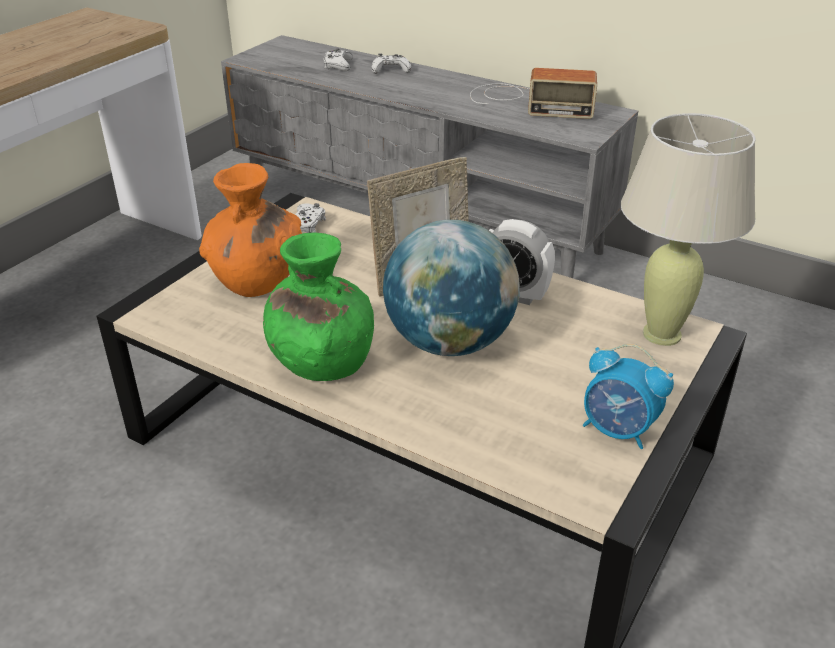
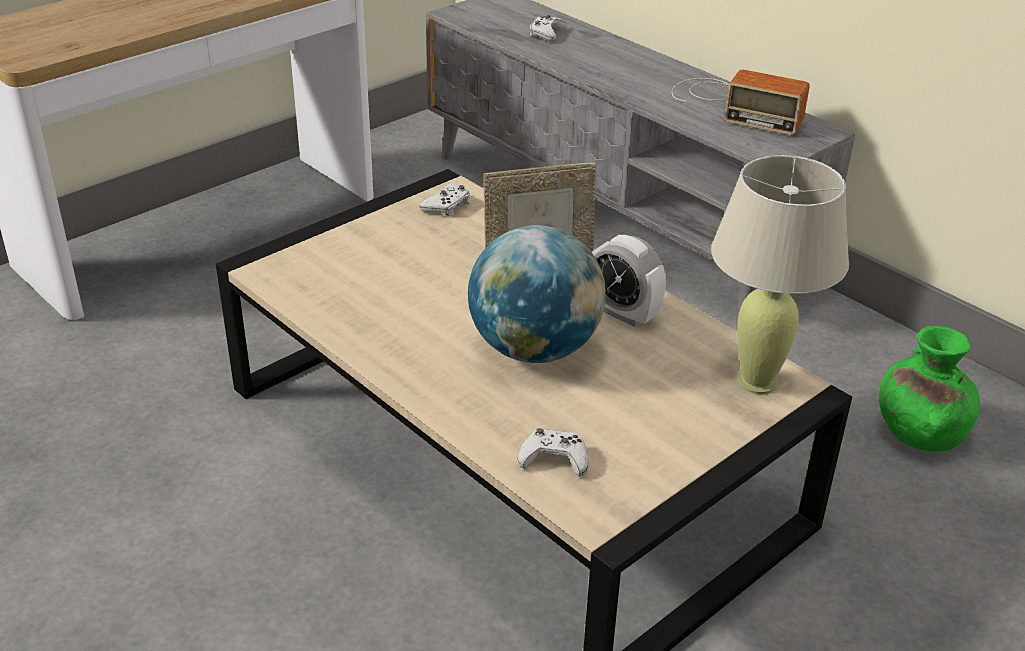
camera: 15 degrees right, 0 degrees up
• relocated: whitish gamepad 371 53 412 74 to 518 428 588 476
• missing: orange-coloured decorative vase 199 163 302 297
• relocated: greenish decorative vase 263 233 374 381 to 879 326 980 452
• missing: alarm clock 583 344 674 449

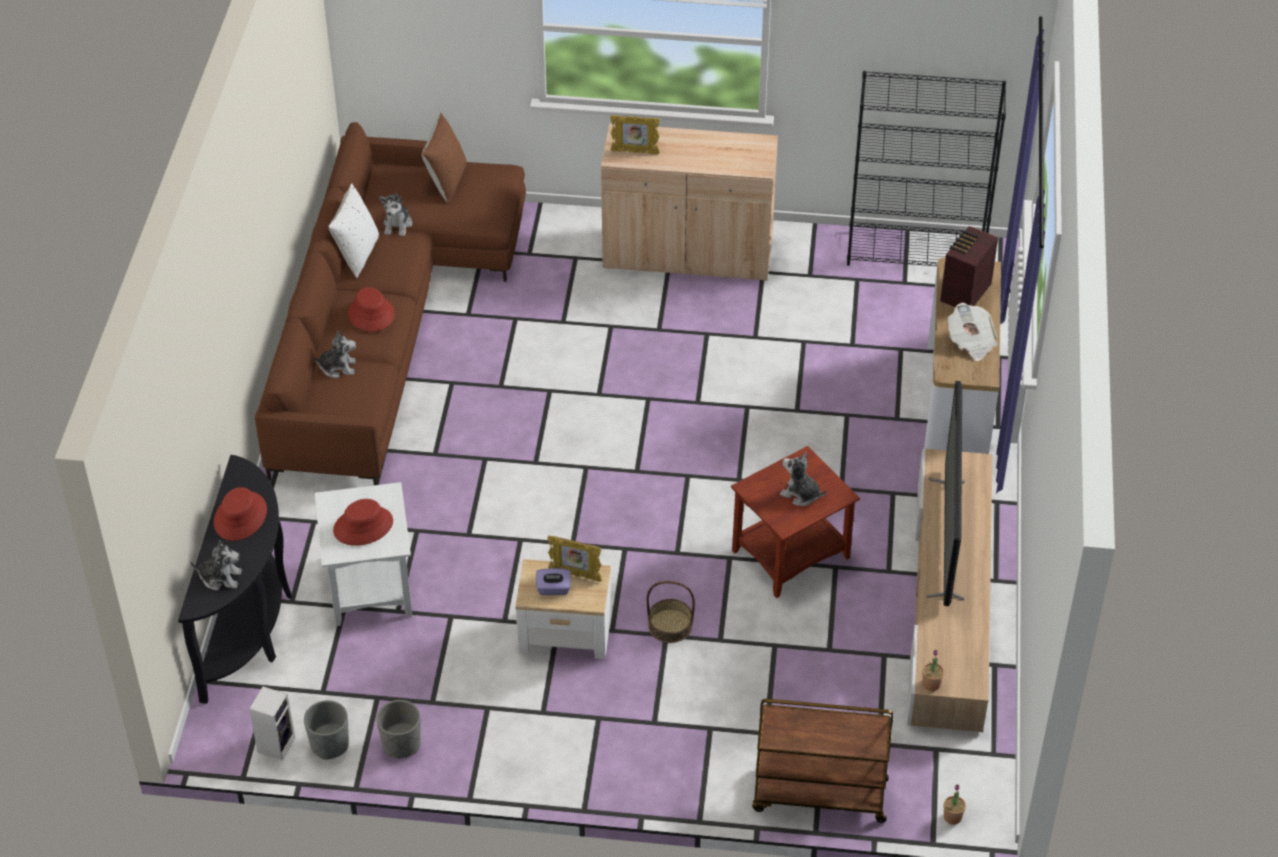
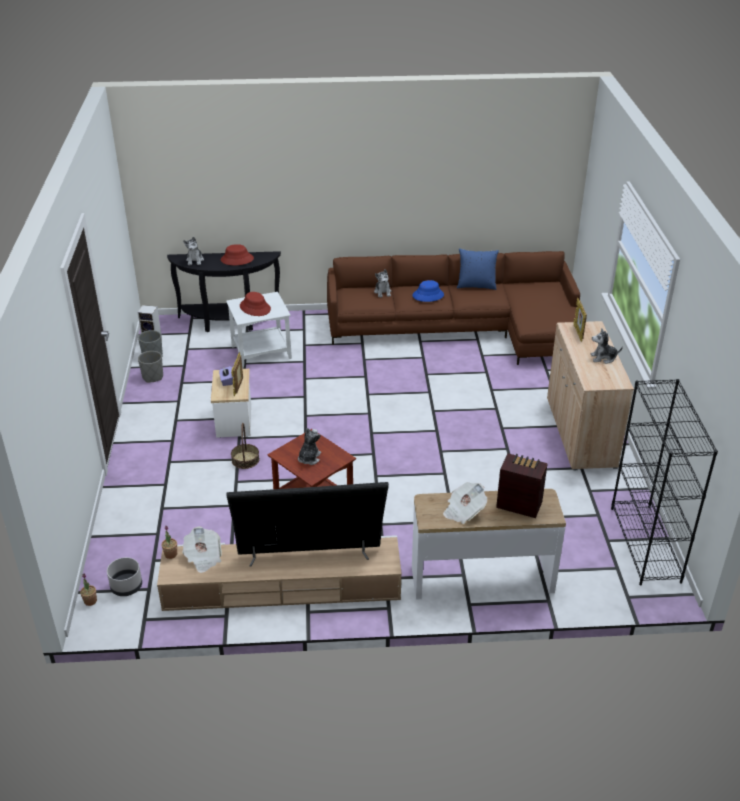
camera: 80 degrees right, 10 degrees down
• missing: brown throw pillow 422 112 466 204
• colour: whitish throw pillow 328 183 379 278 to bluish throw pillow 457 248 499 290
• relocated: soft toy 379 193 412 236 to 591 329 623 364
• colour: red-coloured hat 348 287 395 332 to bluish hat 412 280 444 302
• missing: brown cart 752 699 893 823
• appeared: printed paper 183 526 222 573
• appeared: greyish plant pot 107 557 142 596

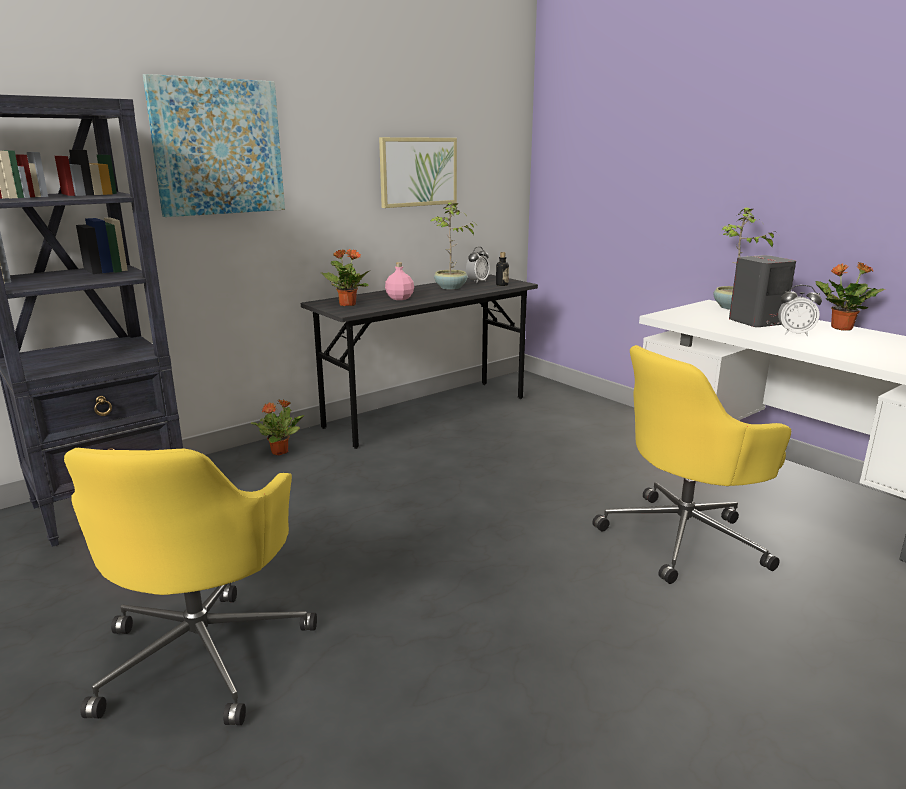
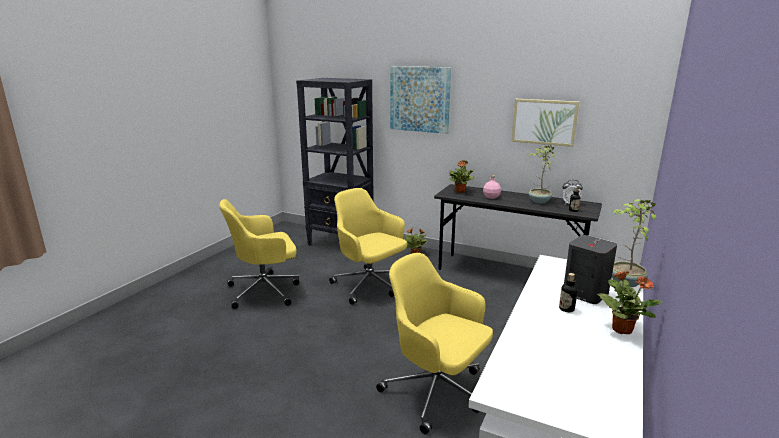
camera: 65 degrees right, 0 degrees up
• exchanged: alarm clock 778 285 822 336 to drink bottle 559 273 578 312
• appeared: yellowish computer chair 329 188 407 305

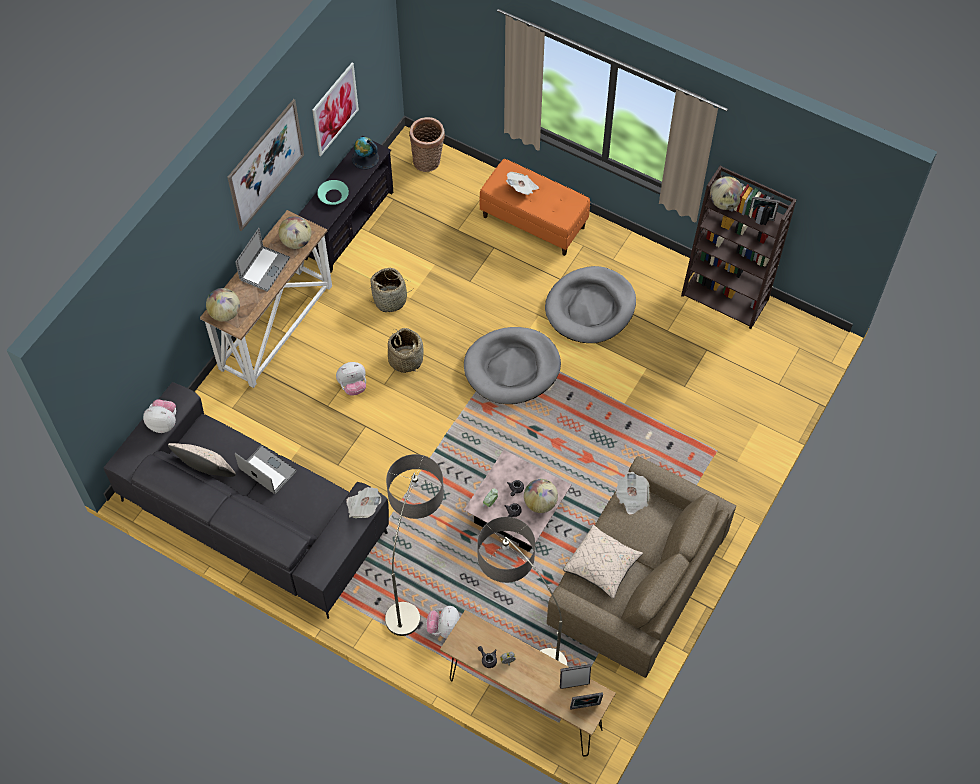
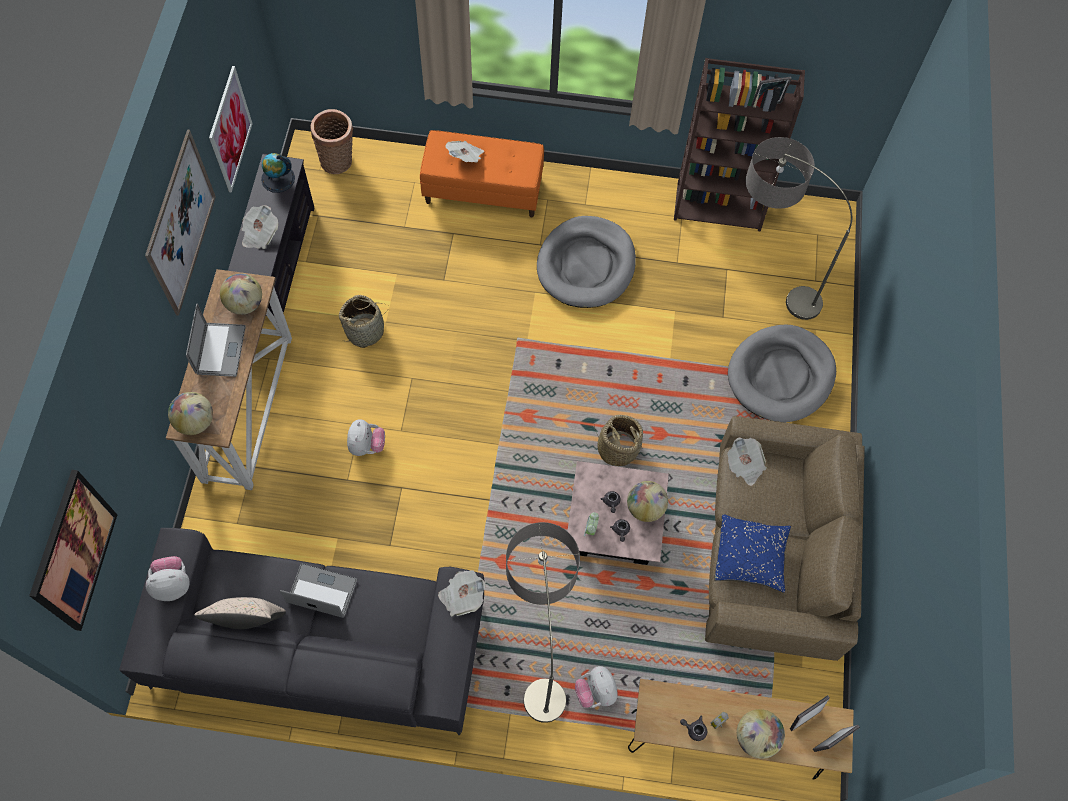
camera: 25 degrees left, 5 degrees up
• relocated: globe 710 176 743 210 to 737 709 785 759
• exchanged: blue-green bowl 317 180 349 205 to printed paper 241 205 278 249
• relocated: greyish pet bed 464 327 561 404 to 728 324 836 422
• relocated: household basket 388 328 424 373 to 594 415 643 466
• spun: soft toy 336 362 366 395 = 347 419 385 456 45 degrees counterclockwise
• relocated: standard lamp 477 517 567 666 to 746 137 852 320
• colour: sand-coloured throw pillow 563 525 643 599 to bluish throw pillow 714 514 791 592
• appeared: wall picture 29 470 117 631

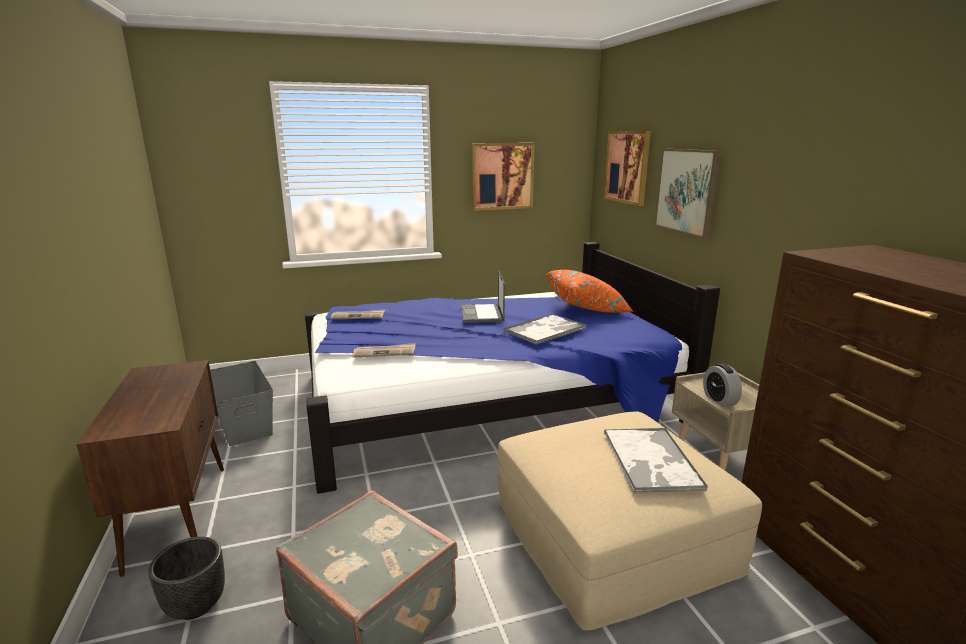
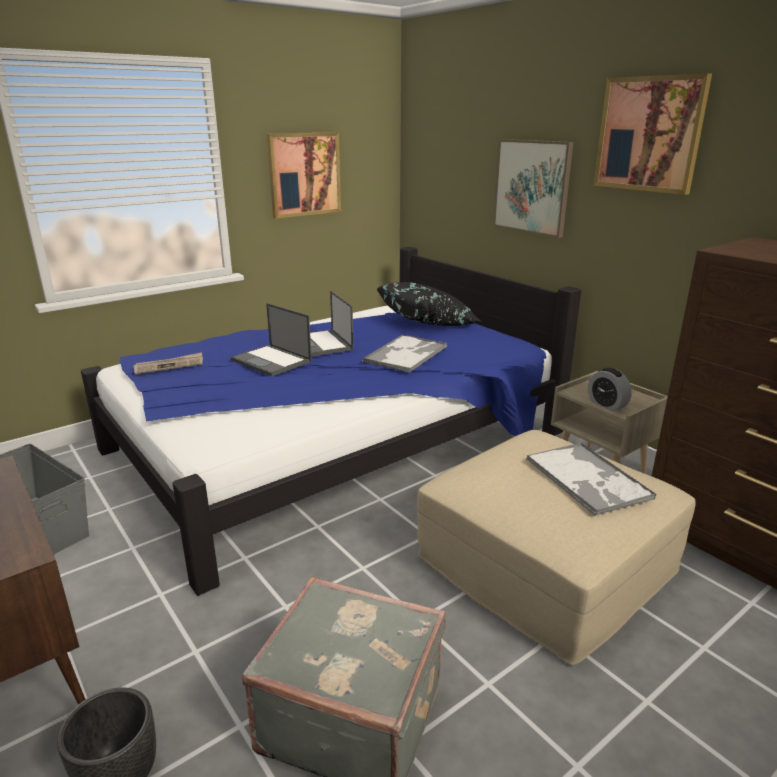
camera: 20 degrees left, 5 degrees up
• relocated: wall picture 604 131 651 206 to 593 73 712 195
• colour: orange-coloured throw pillow 546 270 634 313 to black throw pillow 376 282 481 326
• missing: printed paper 353 343 416 358
• appeared: notebook computer 231 303 312 377

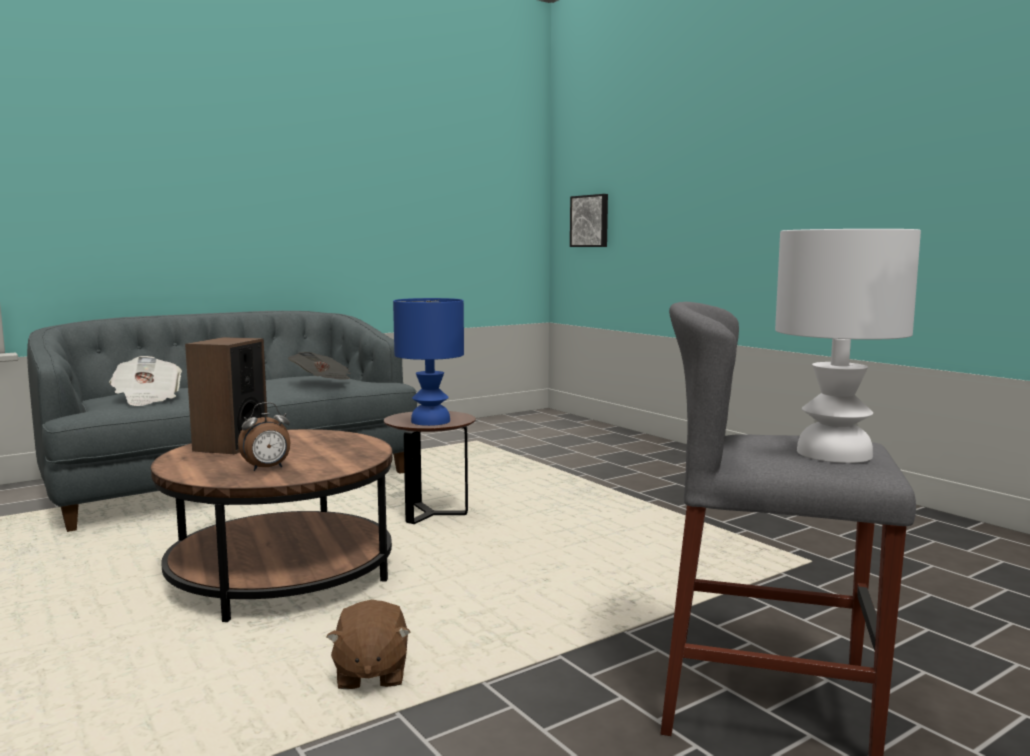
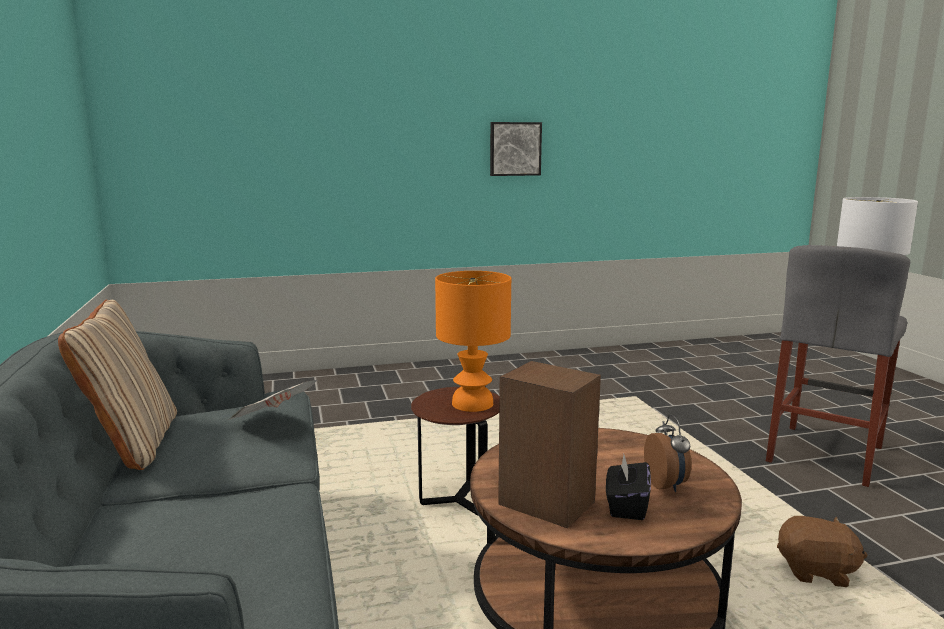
camera: 70 degrees left, 5 degrees up
• relocated: wall picture 570 194 608 247 to 490 122 542 176
• colour: bluish table lamp 393 298 464 426 to orange-coloured table lamp 435 271 511 412
• missing: printed paper 109 356 182 406
• appeared: sand-coloured throw pillow 58 300 177 470
• appeared: black tissue box 606 455 651 520

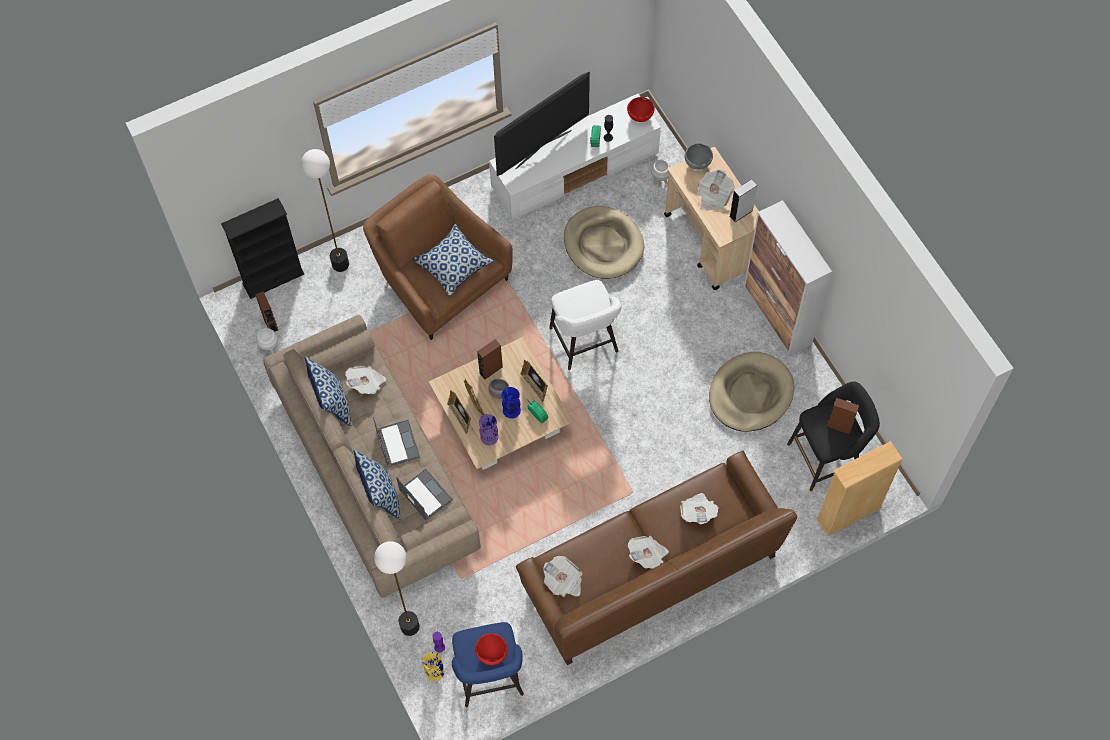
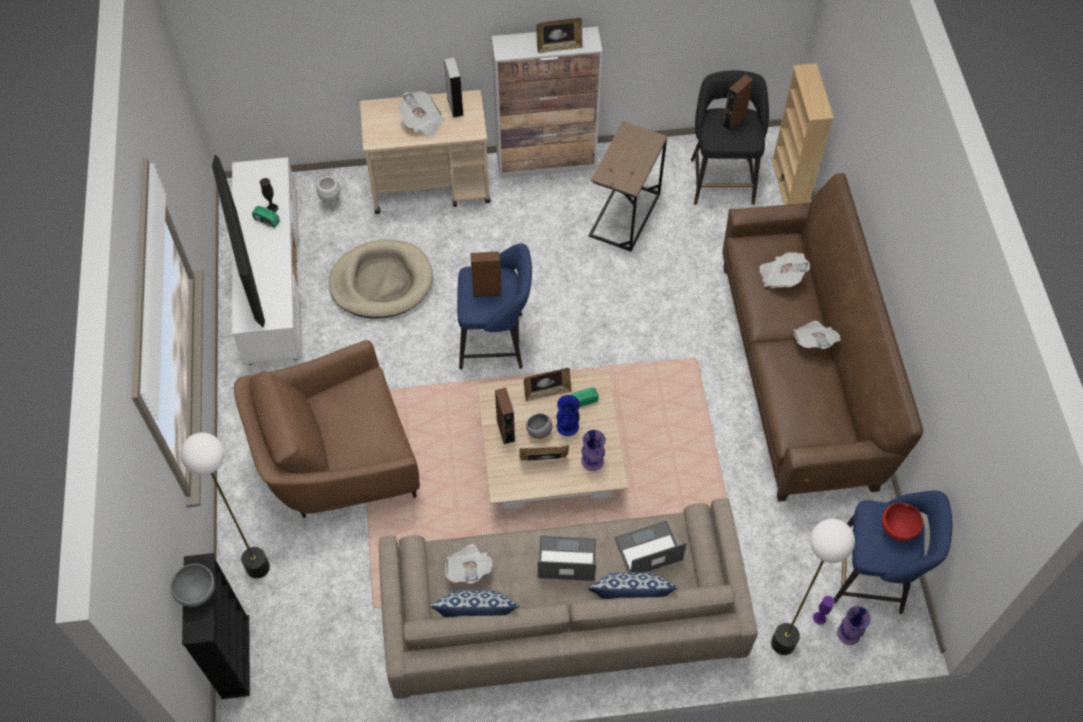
camera: 70 degrees left, 5 degrees down
• missing: red-coloured bowl 627 97 655 122
• relocated: greyish bowl 684 144 713 170 to 170 564 215 607
• missing: throw pillow 411 224 494 296
• colour: whitish stool seat 549 280 622 370 to bluish stool seat 457 244 532 370
• relocated: brown loudspeaker 255 291 279 332 to 470 251 502 297
• missing: whitish plant pot 256 328 278 354
• exchanged: sand-coloured pet bed 709 352 794 432 to brown accent table 589 121 668 251
• relocated: picture frame 447 390 471 434 to 536 18 583 53
• missing: printed paper 543 556 582 597
• colour: yellowish decorative vase 423 652 444 681 to purple-coloured decorative vase 837 606 871 645

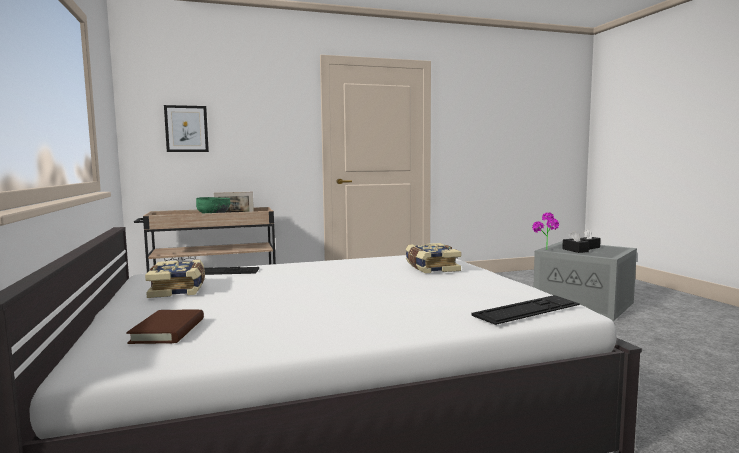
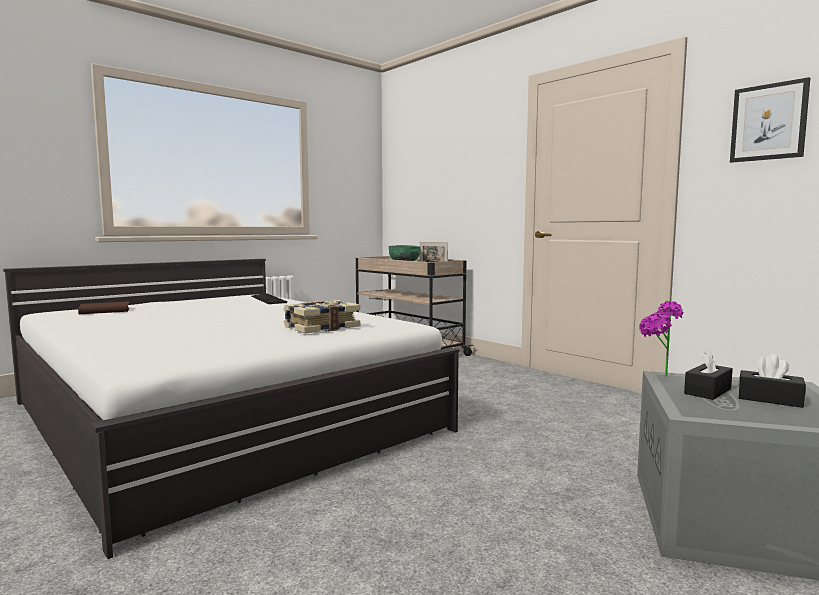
camera: 65 degrees right, 0 degrees up
• relocated: wall picture 164 105 209 152 to 730 77 810 163
• missing: bound book 145 259 205 298
• missing: PC keyboard 471 295 580 325

